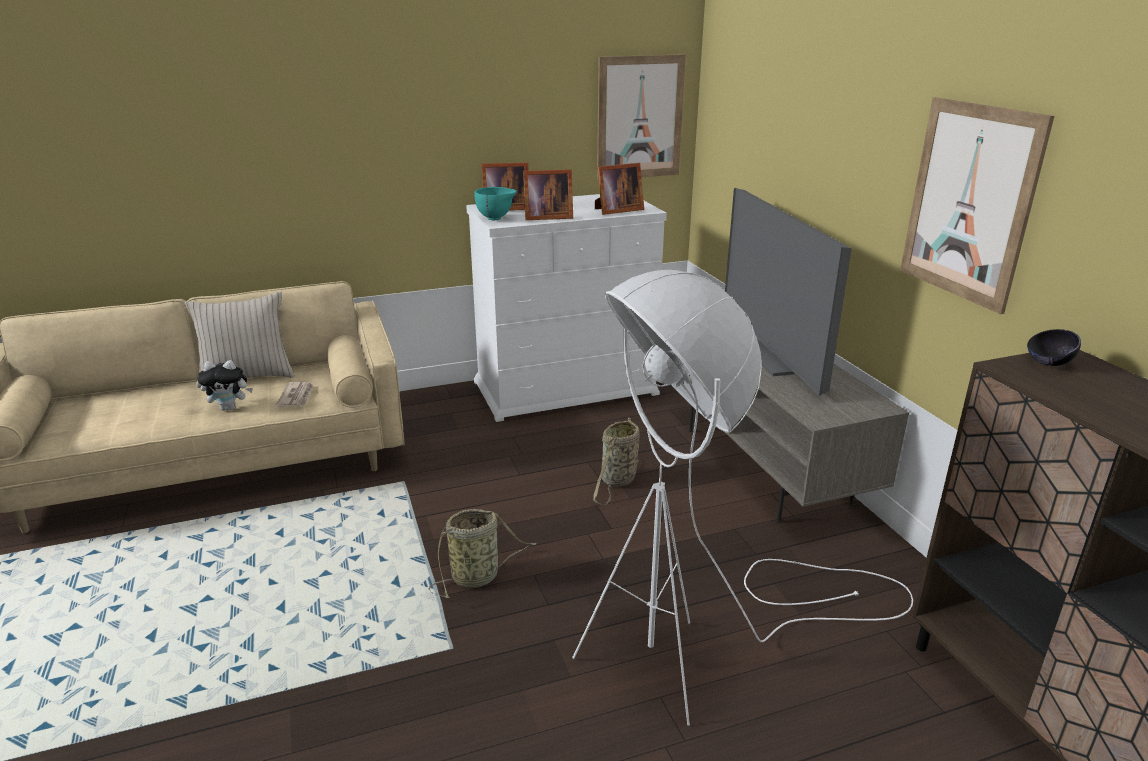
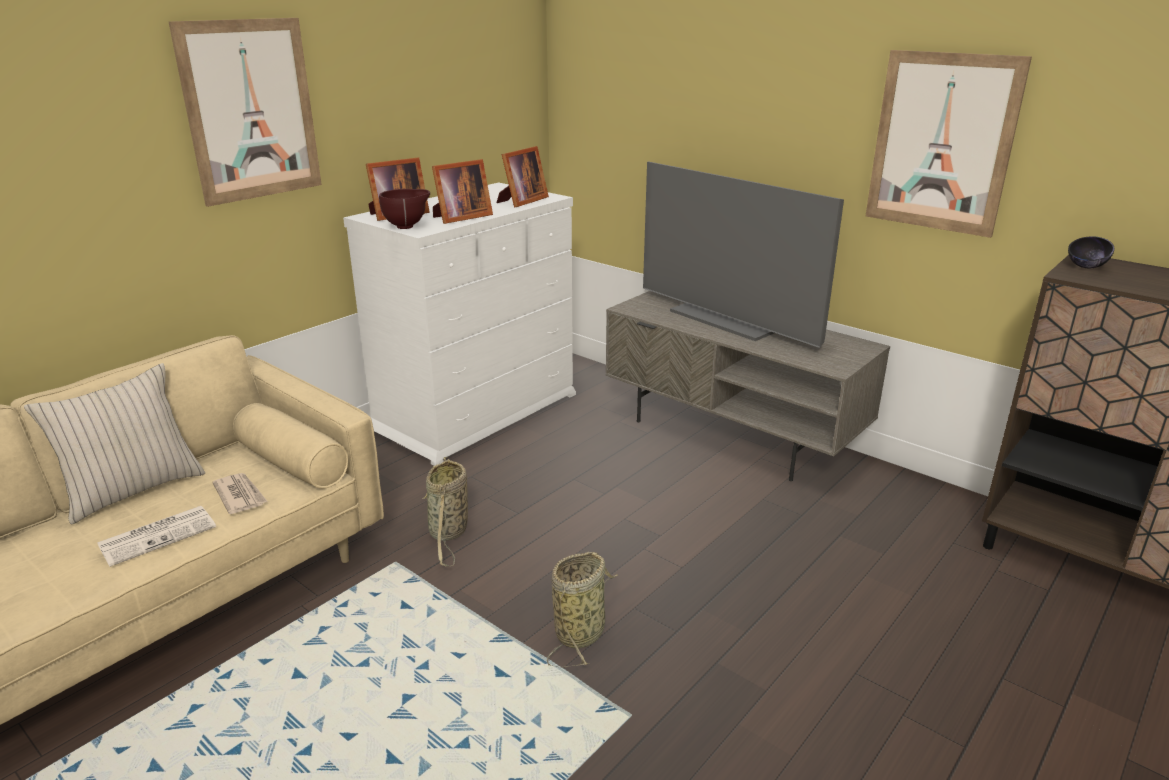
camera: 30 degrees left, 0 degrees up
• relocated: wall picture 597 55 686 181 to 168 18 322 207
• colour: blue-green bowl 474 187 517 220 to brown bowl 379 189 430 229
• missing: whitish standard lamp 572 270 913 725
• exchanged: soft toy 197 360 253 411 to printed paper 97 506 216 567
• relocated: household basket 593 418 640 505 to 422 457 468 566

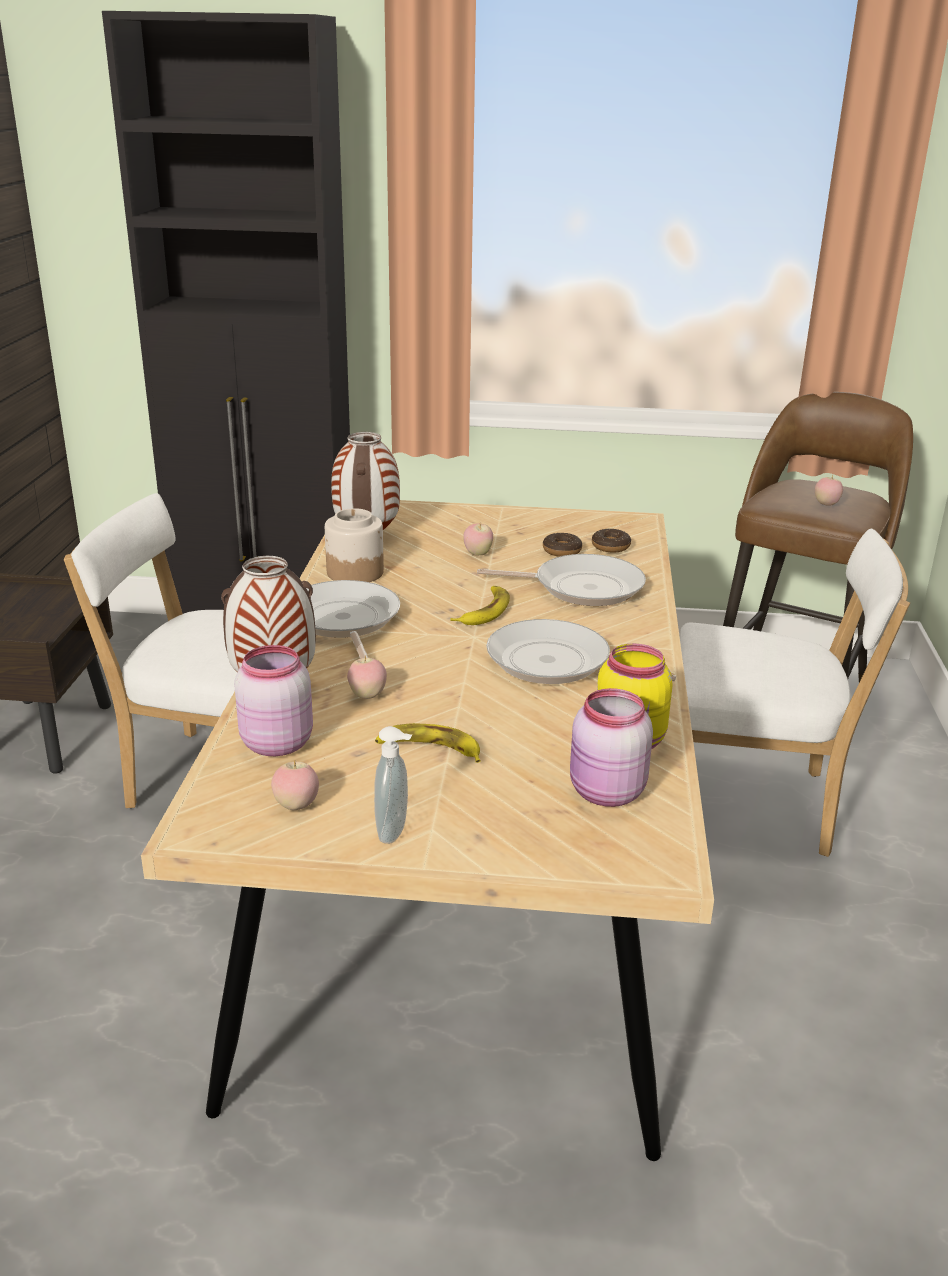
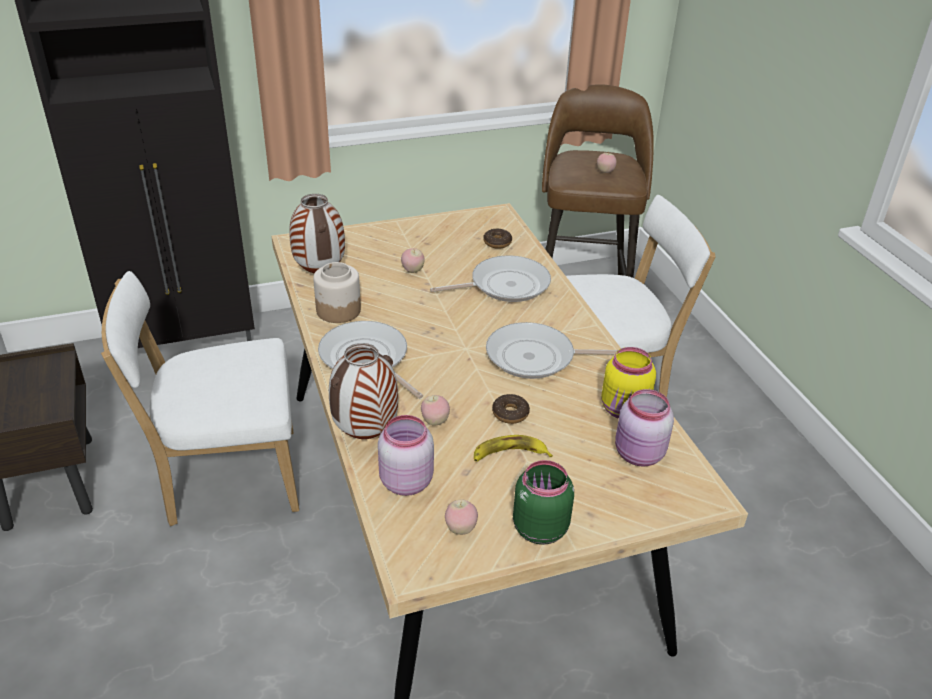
camera: 25 degrees left, 10 degrees up
• relocated: donut 543 533 582 557 to 492 394 530 424
• missing: banana fruit 451 586 510 625
• exchanged: soap bottle 374 726 412 844 to greenish storage jar 513 460 574 545

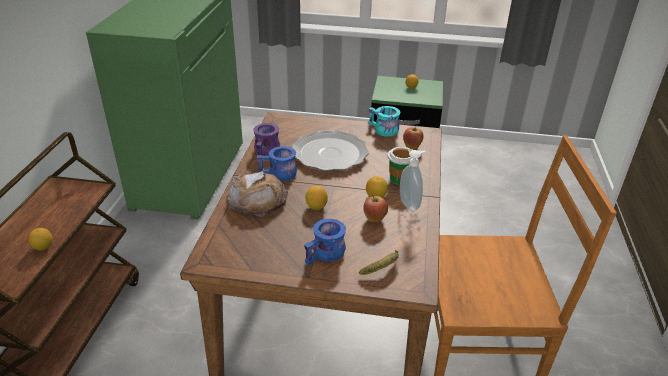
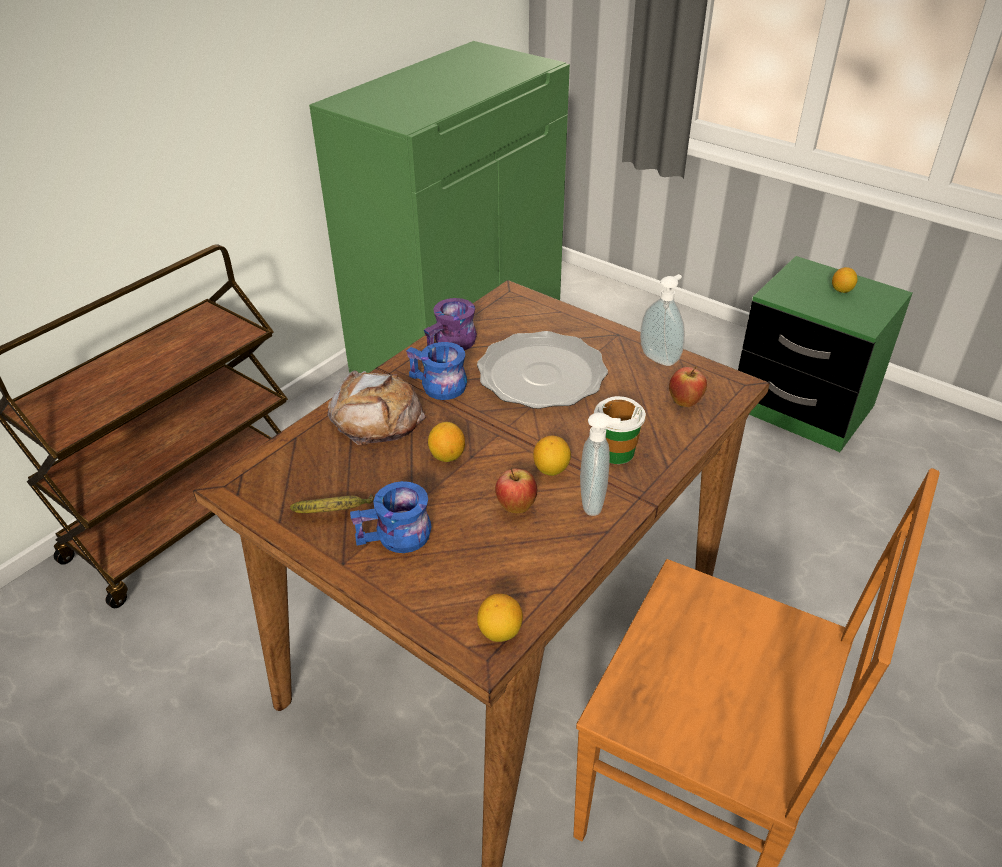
camera: 30 degrees right, 5 degrees up
• exchanged: blue-green mug 368 106 400 137 to soap bottle 640 274 685 366
• relocated: whole lemon 28 228 52 251 to 477 594 523 642
• relocated: banana fruit 359 250 399 275 to 290 494 374 513

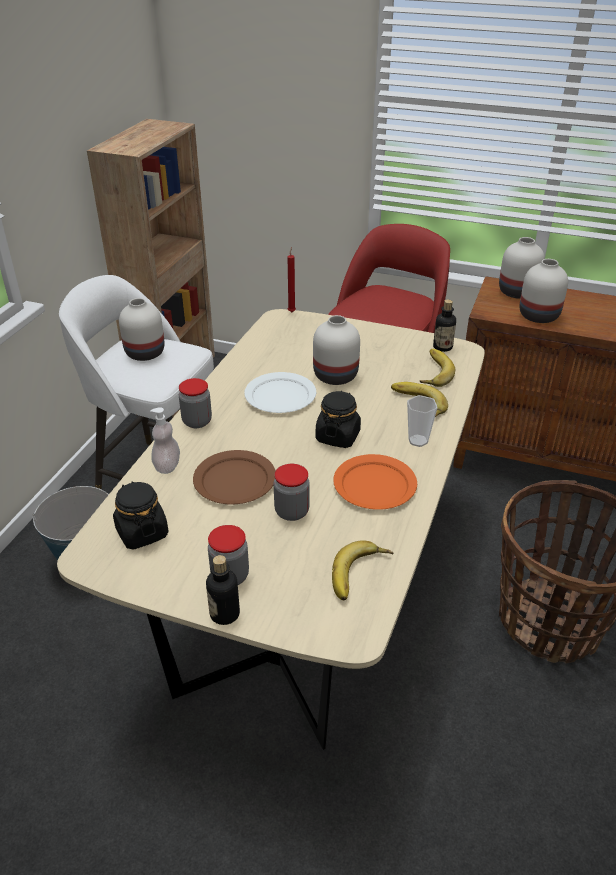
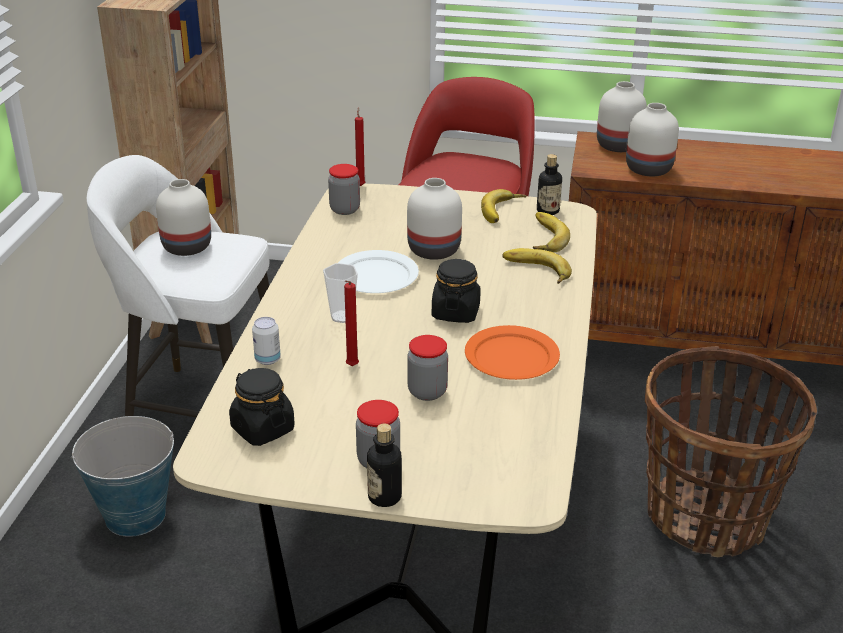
camera: 10 degrees left, 5 degrees down
• relocated: storage jar 179 378 212 428 to 328 164 360 215
• relocated: cup 407 395 438 447 to 323 263 358 323
• exchanged: soap bottle 150 407 180 474 to can 252 317 281 365
• exchanged: brown flat dish 193 450 276 505 to red-coloured candle 344 280 359 366
• relocated: banana fruit 332 540 393 600 to 481 189 527 223

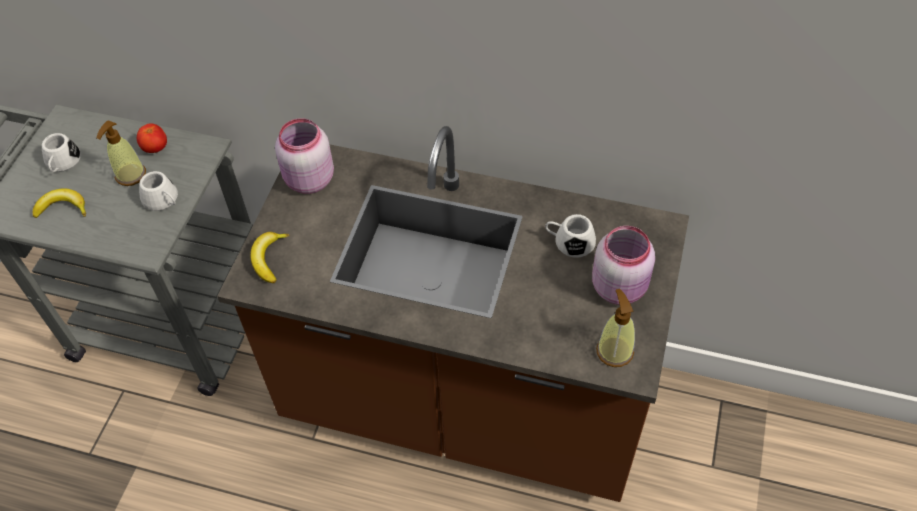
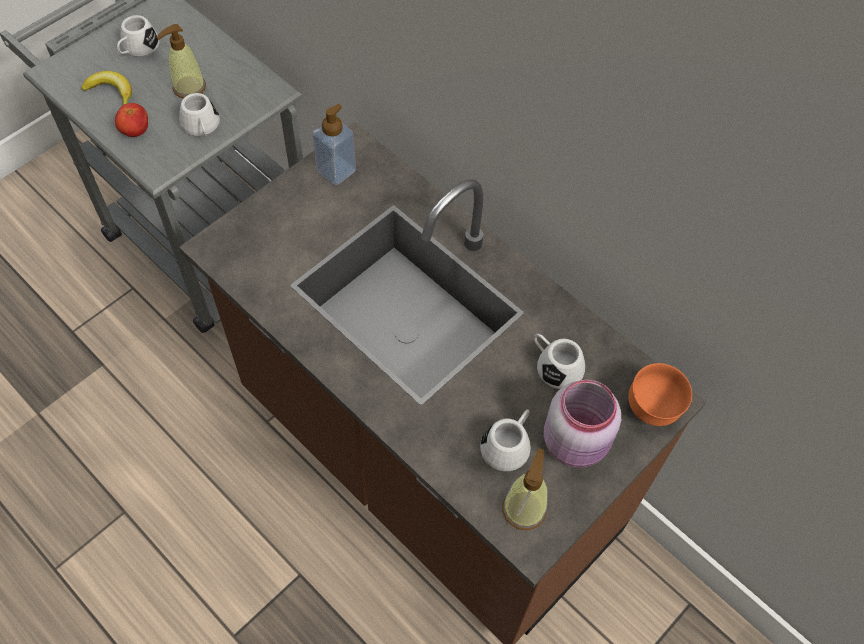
camera: 25 degrees right, 5 degrees up
• exchanged: pink storage jar 275 118 334 194 to soap bottle 312 104 356 185
• relocated: fresh tomato 137 123 167 153 to 115 103 148 137
• missing: banana fruit 251 232 290 283
• appeared: orange-coloured bowl 628 363 692 426
• appeared: whitish mug 480 409 531 471

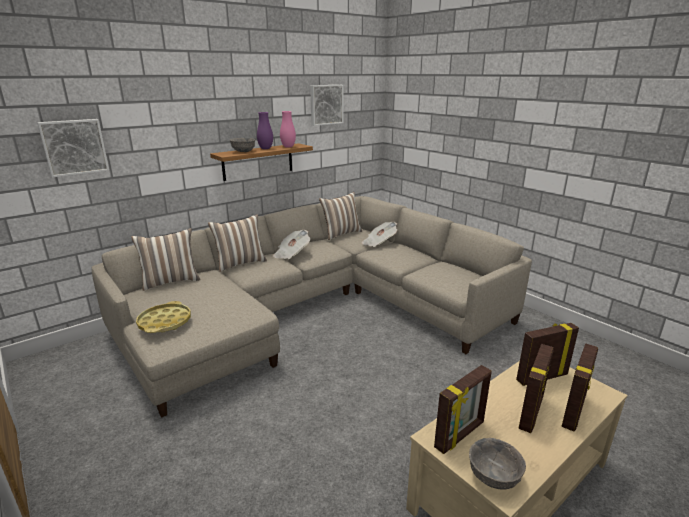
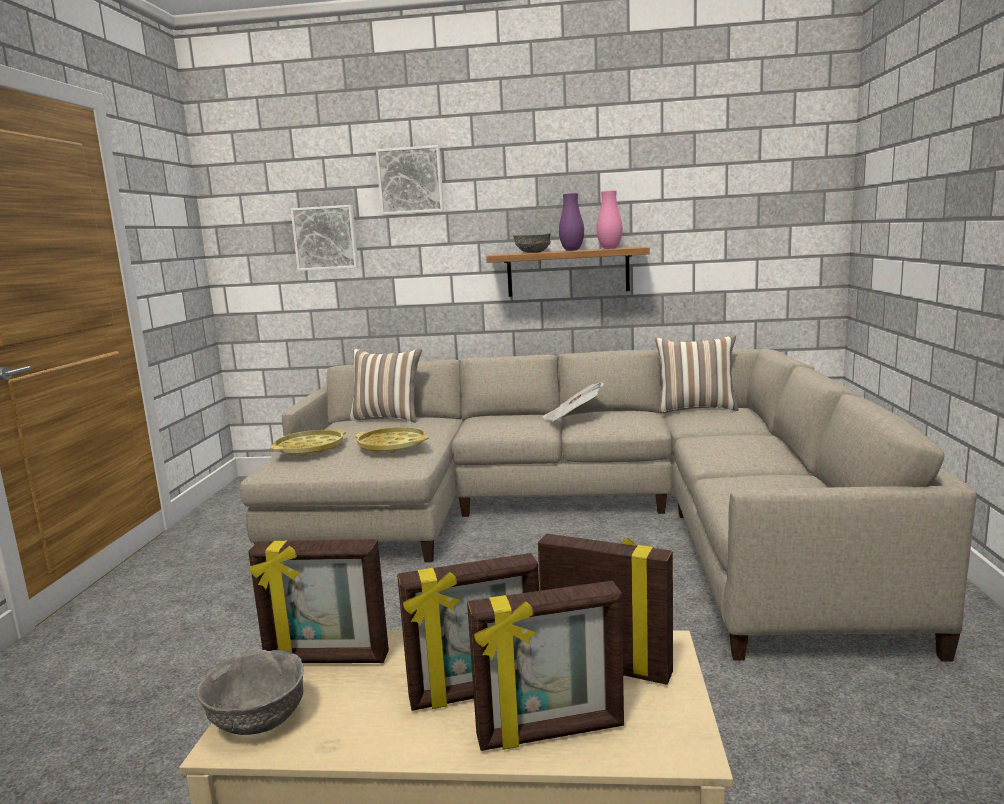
camera: 45 degrees right, 10 degrees down
• relocated: wall picture 310 85 343 126 to 376 145 444 215
• missing: throw pillow 208 214 267 272
• missing: printed paper 361 222 397 247
• appeared: yellowish serving tray 355 427 429 453

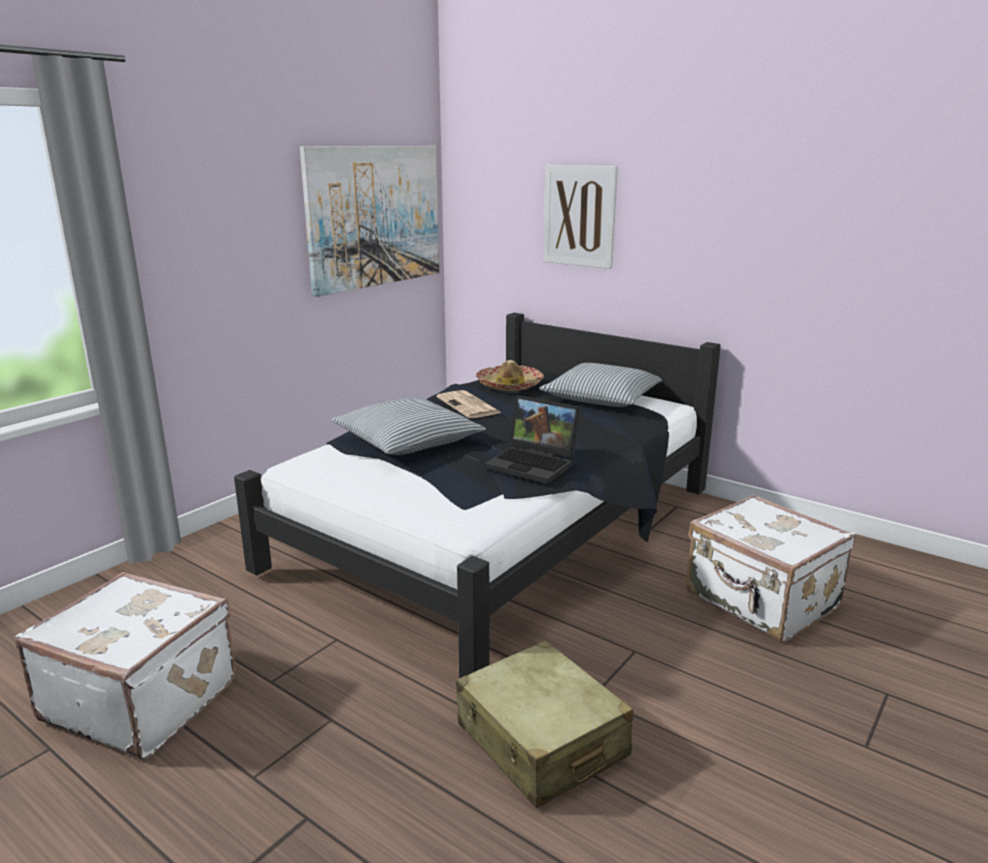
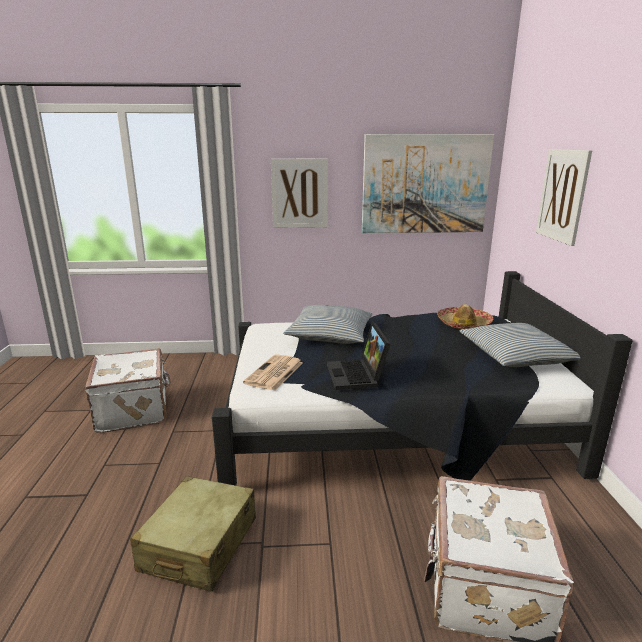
camera: 50 degrees right, 0 degrees up
• relocated: printed paper 437 390 501 418 to 243 354 303 391
• appeared: wall picture 271 159 328 228

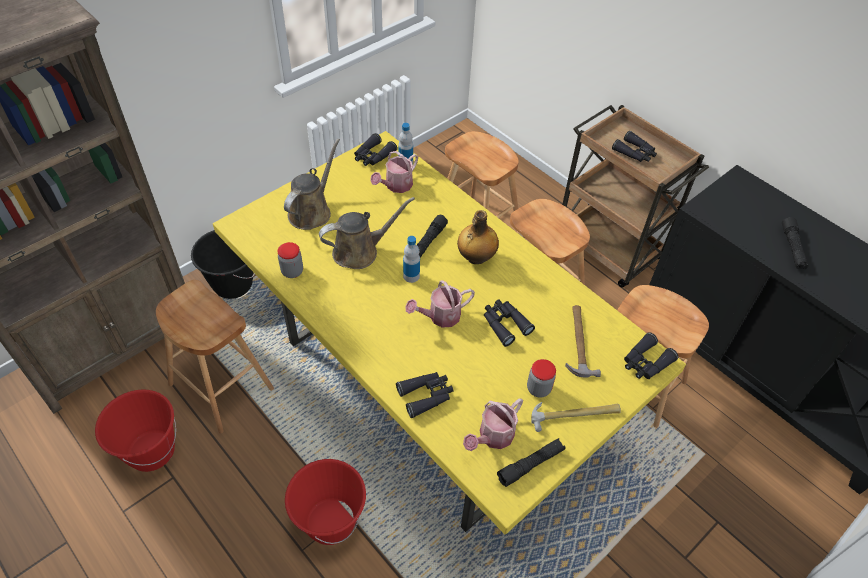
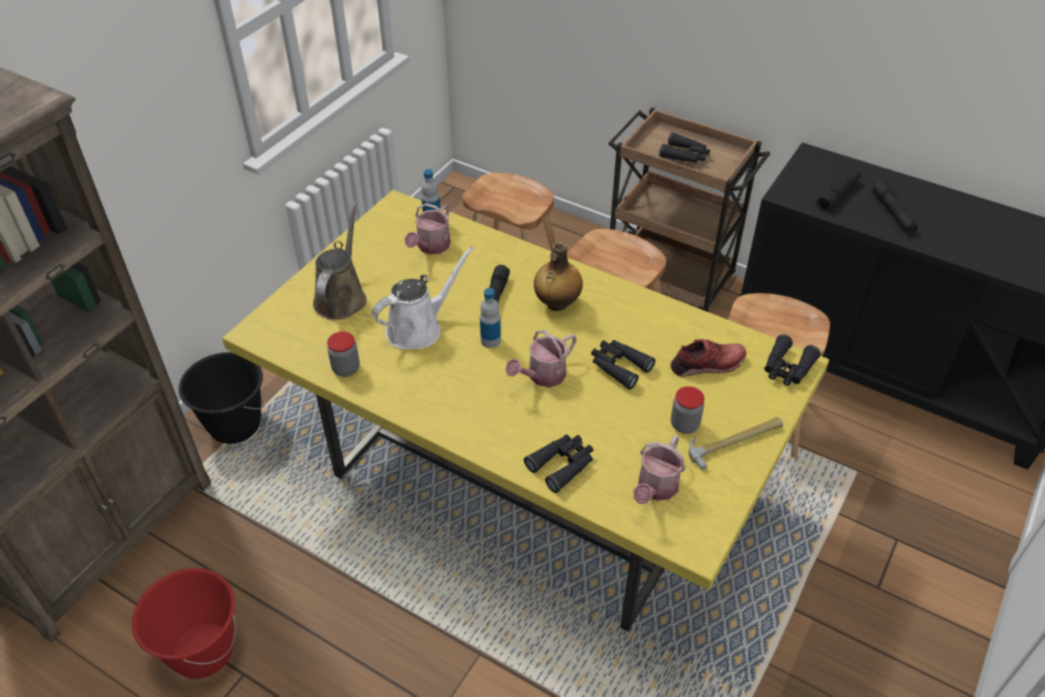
camera: 15 degrees left, 5 degrees down
• missing: black pair of binoculars 354 133 397 166
• colour: brown watering pot 319 197 415 269 to whitish watering pot 372 246 475 350
• missing: brown stool seat 156 280 274 434
• exchanged: hammer 565 305 601 377 to red-coloured item of footwear 670 339 747 377
• relocated: black torch 497 438 566 487 to 816 169 862 211
• missing: red-coloured pail 285 459 366 545

